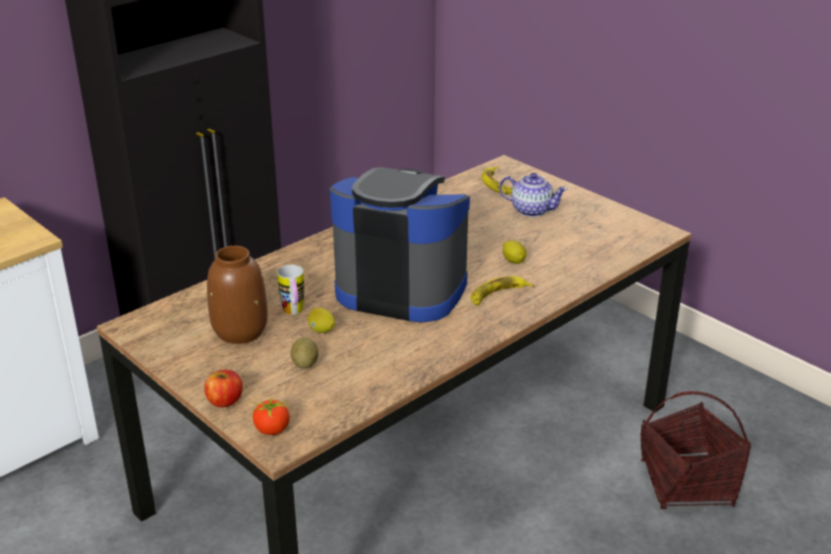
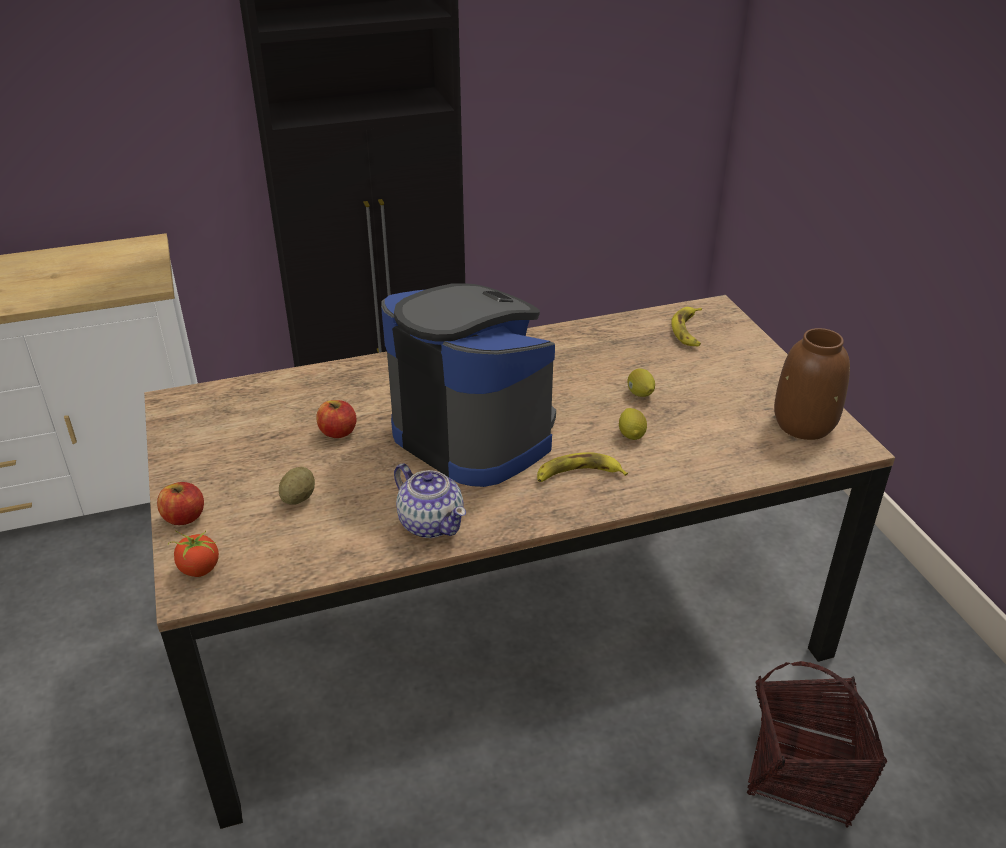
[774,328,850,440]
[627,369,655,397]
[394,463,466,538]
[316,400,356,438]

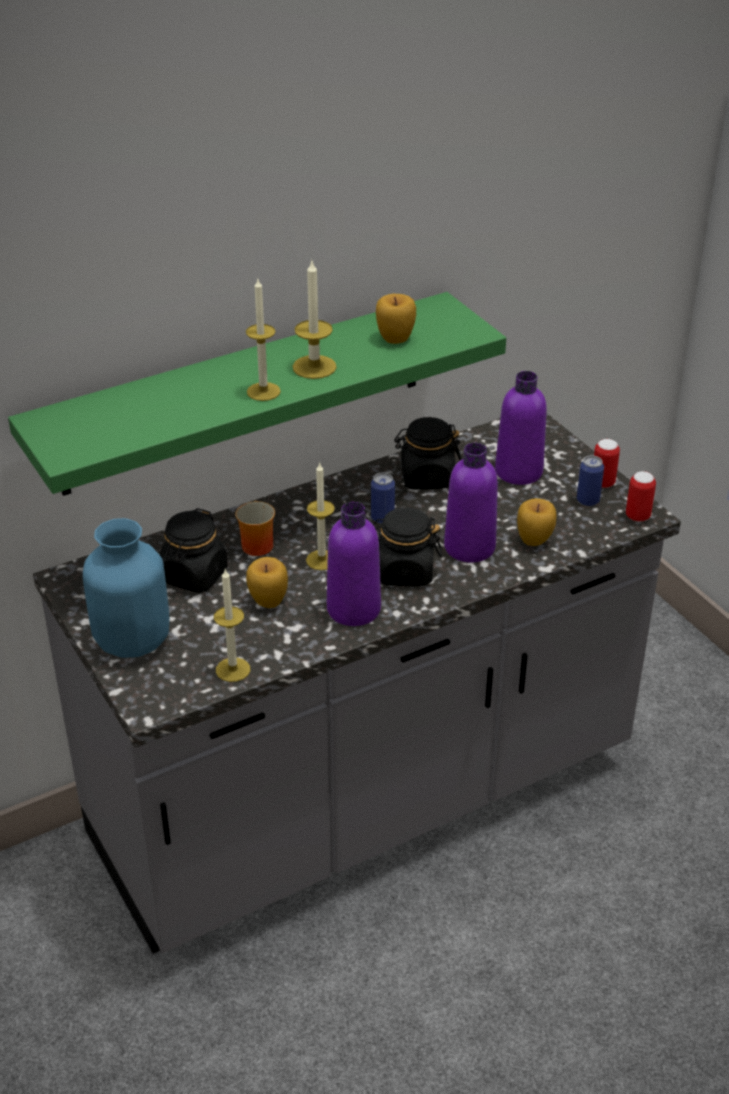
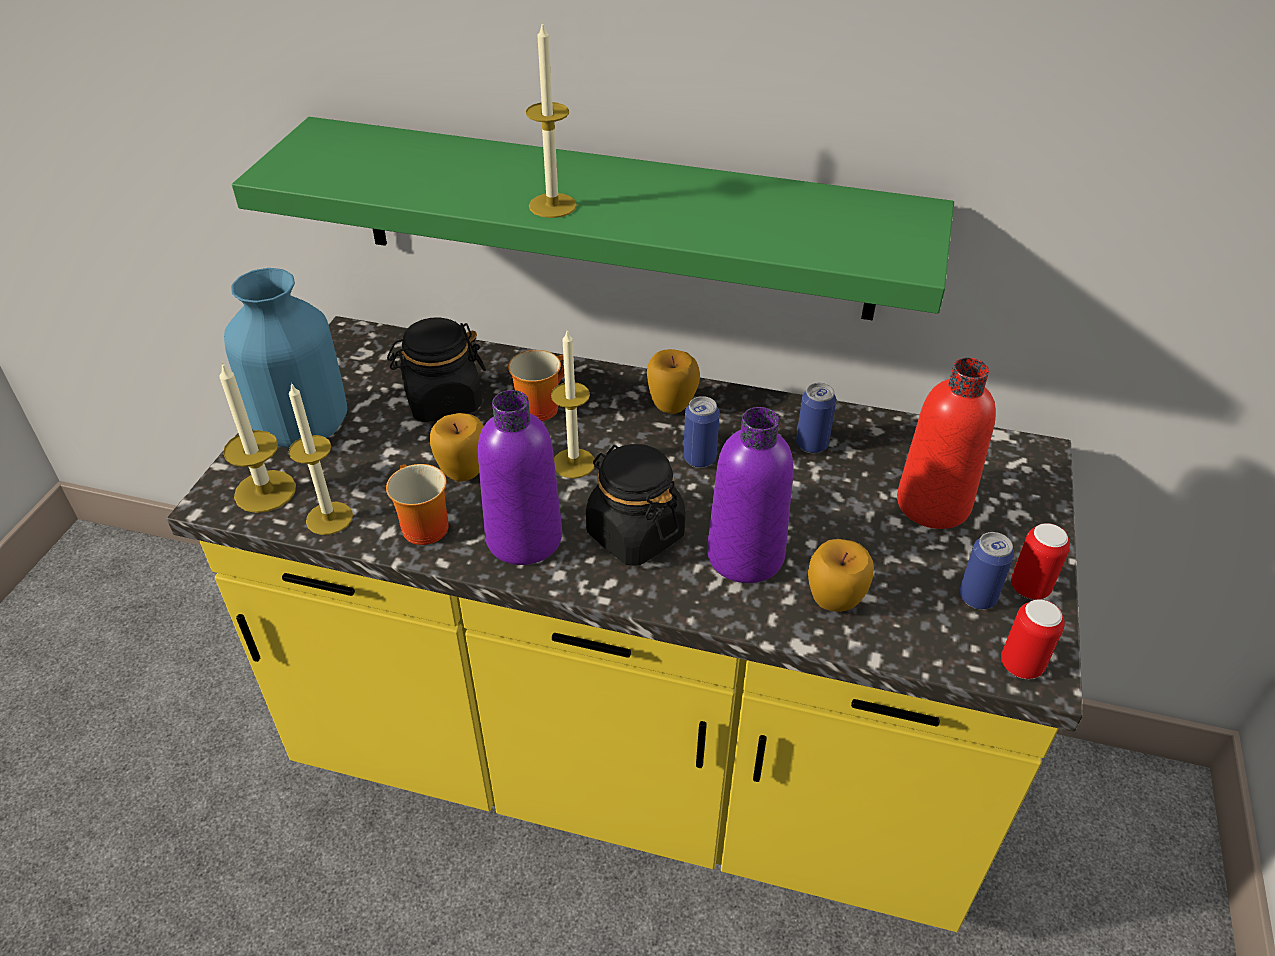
[386,464,449,545]
[219,362,296,513]
[647,349,700,414]
[796,383,836,454]
[167,316,1083,932]
[897,358,996,529]

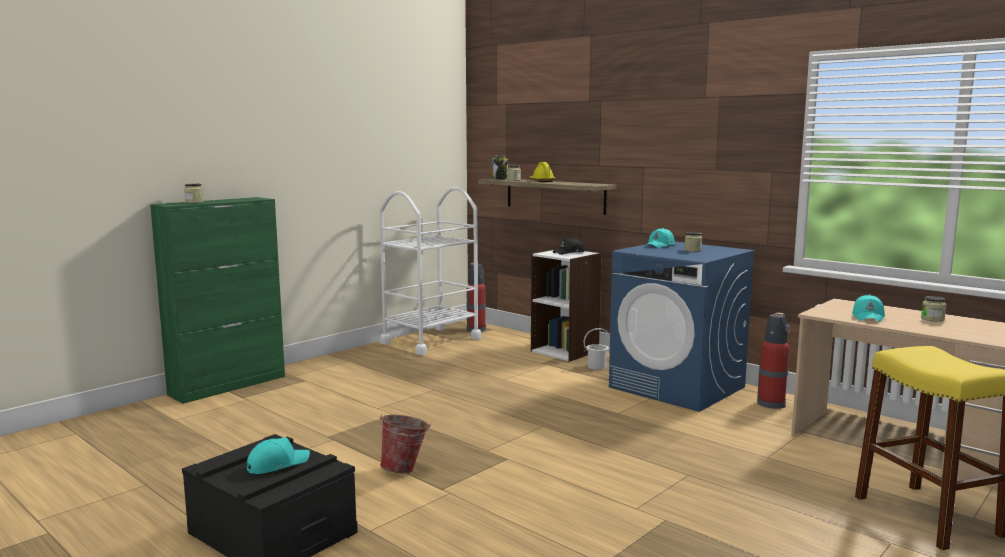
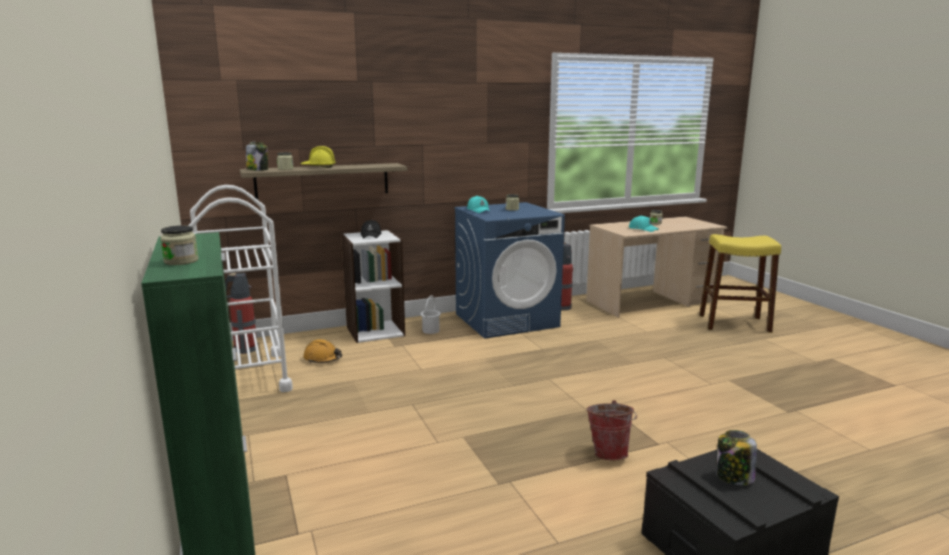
[303,339,342,363]
[716,430,757,485]

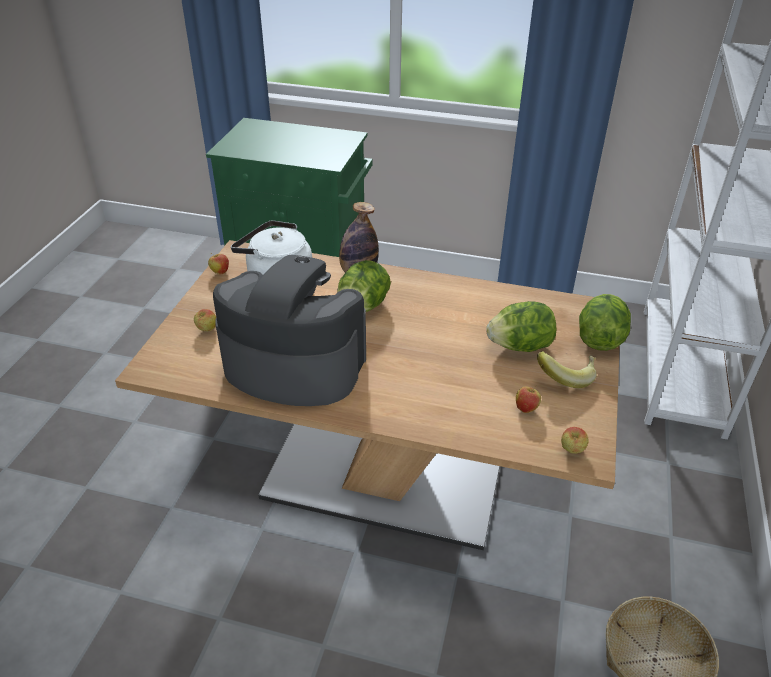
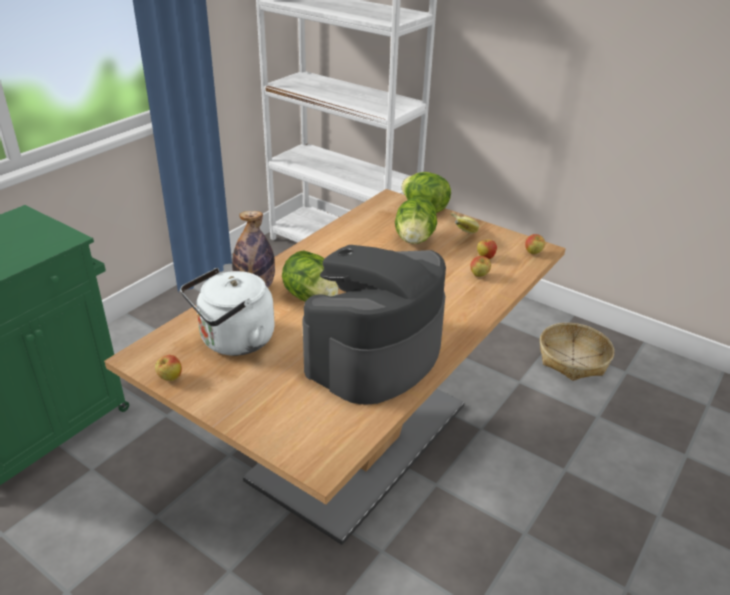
[470,256,491,277]

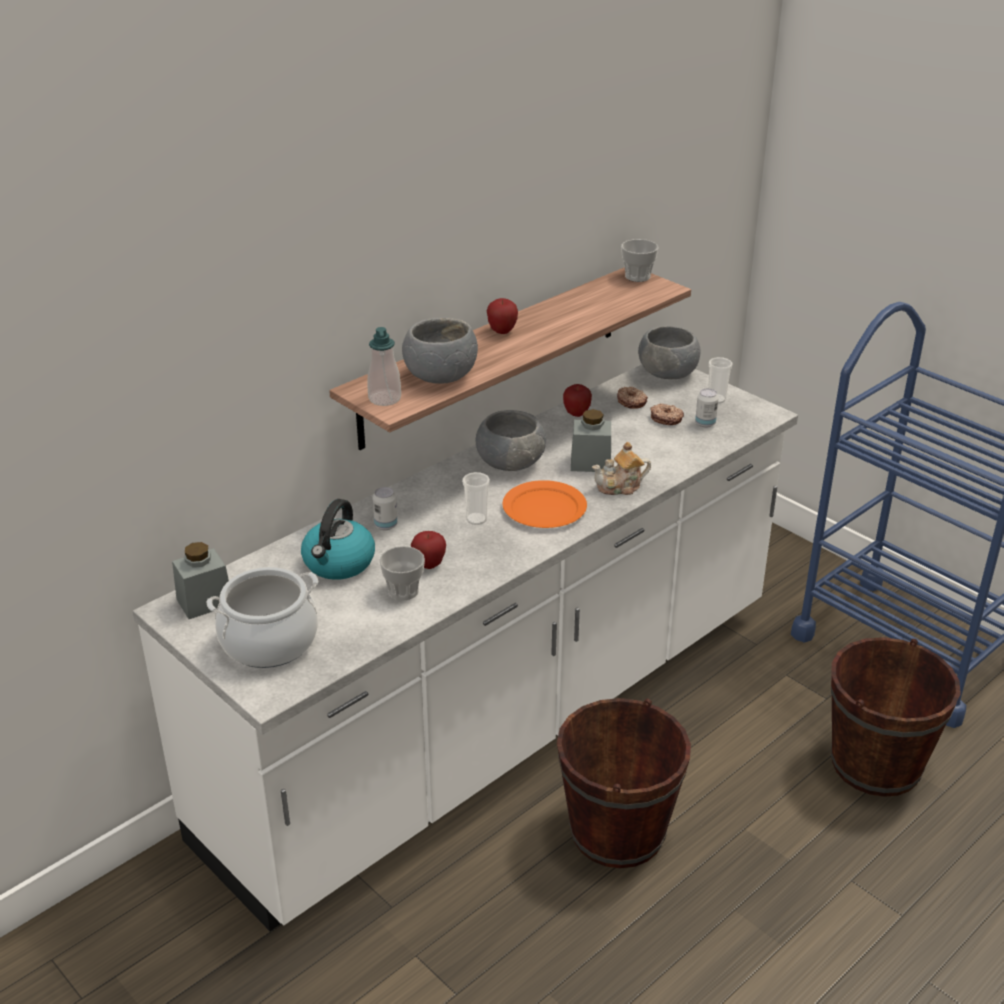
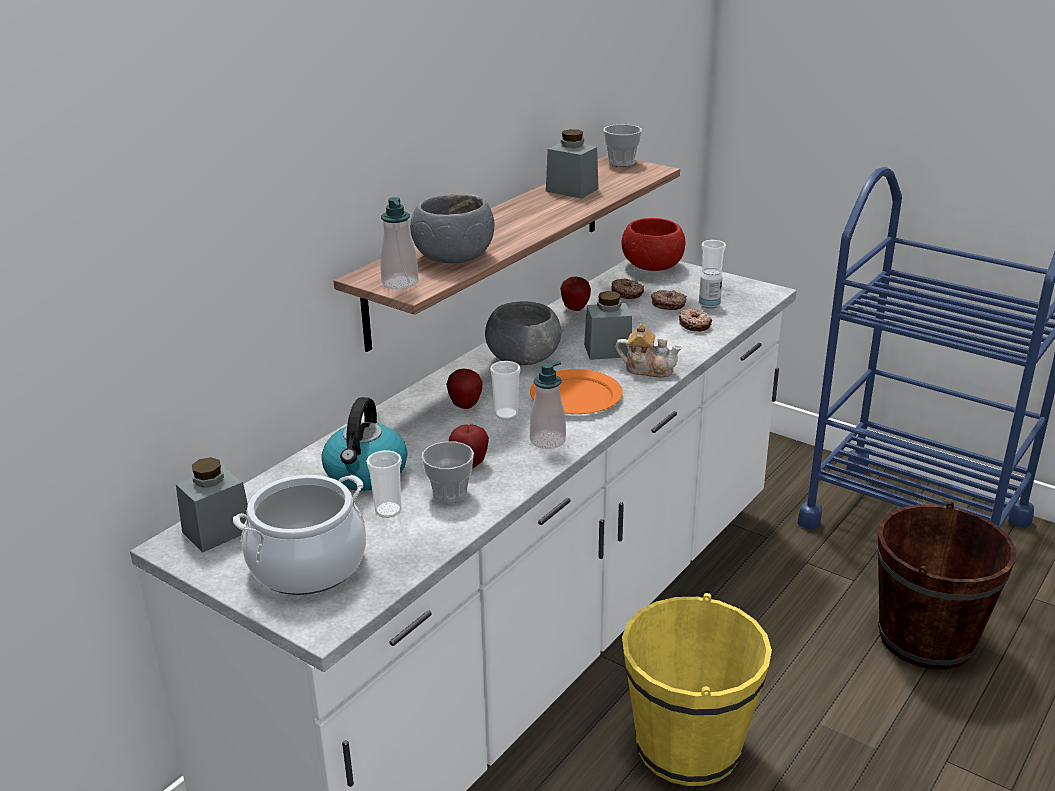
[372,487,397,530] (first image)
[366,450,402,518]
[530,361,566,449]
[546,129,599,199]
[679,308,712,331]
[446,369,483,409]
[622,593,772,786]
[621,218,685,271]
[615,323,682,378]

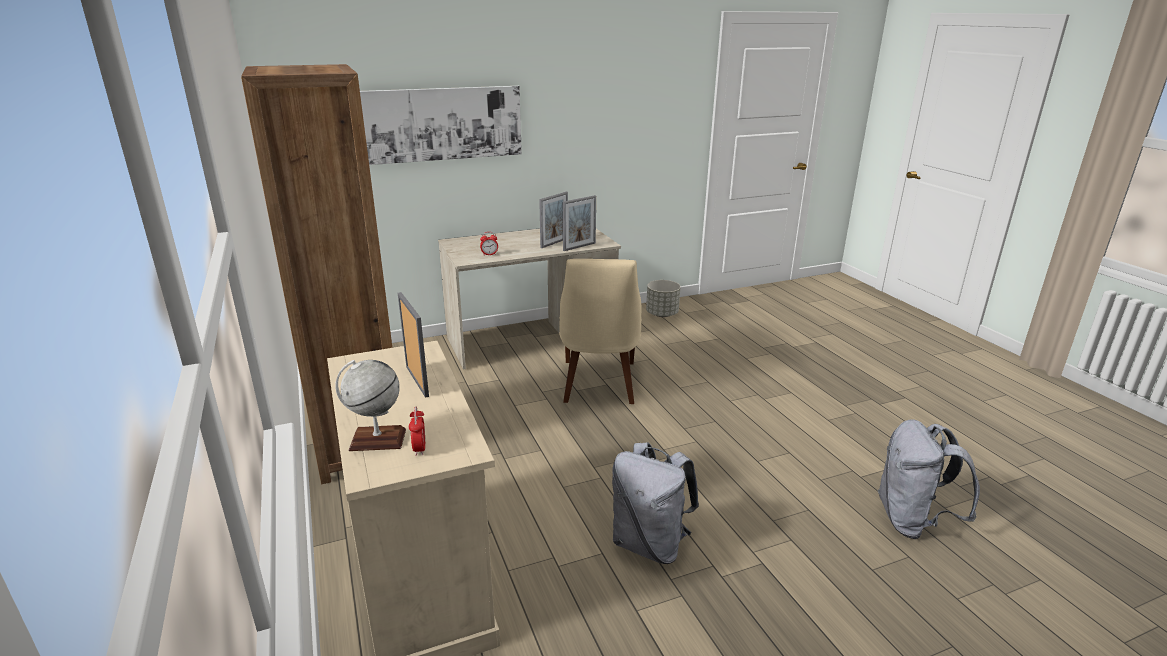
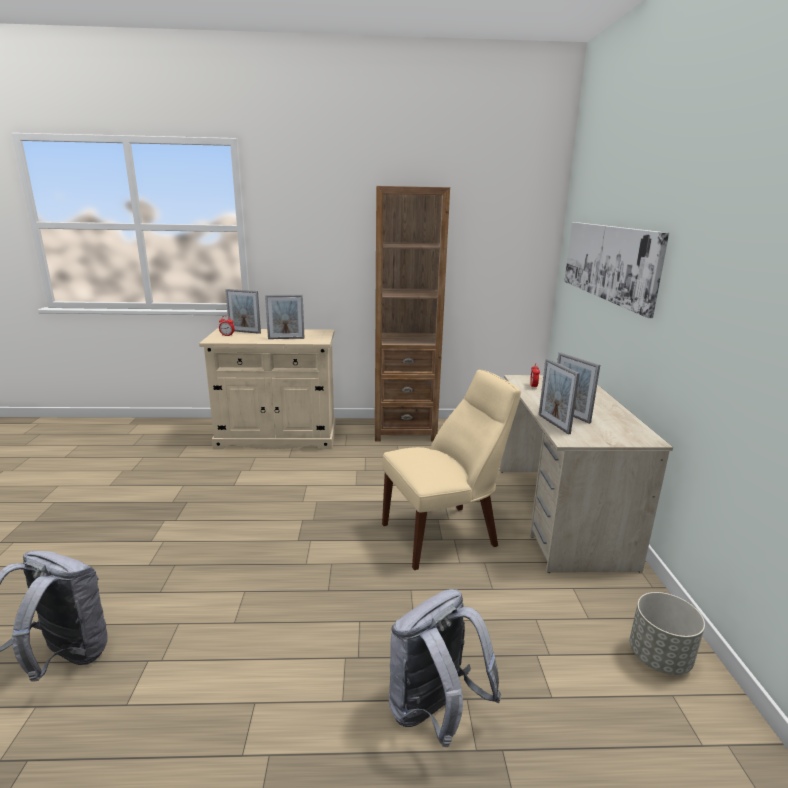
[389,589,502,747]
[225,289,261,334]
[382,369,521,570]

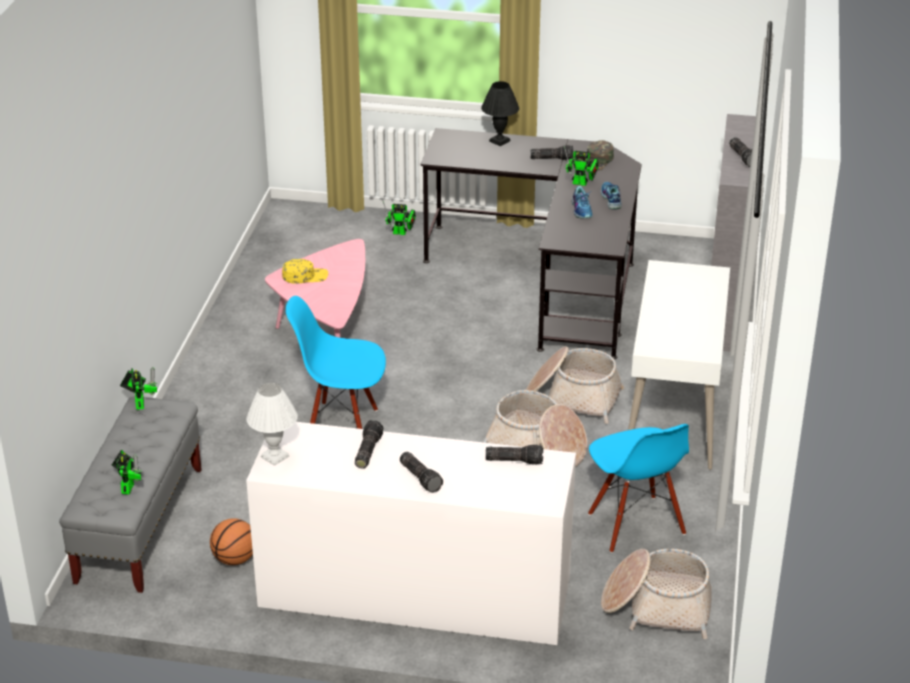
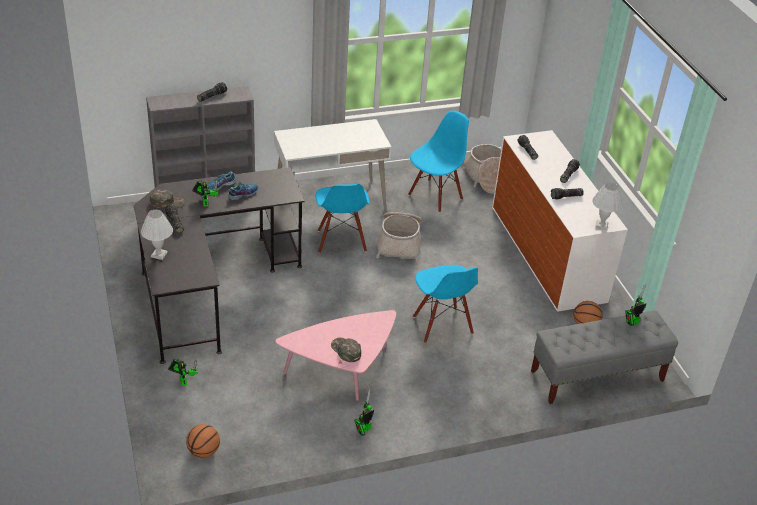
[186,424,220,458]
[354,389,374,436]
[316,184,369,253]
[331,338,361,362]
[141,210,173,260]

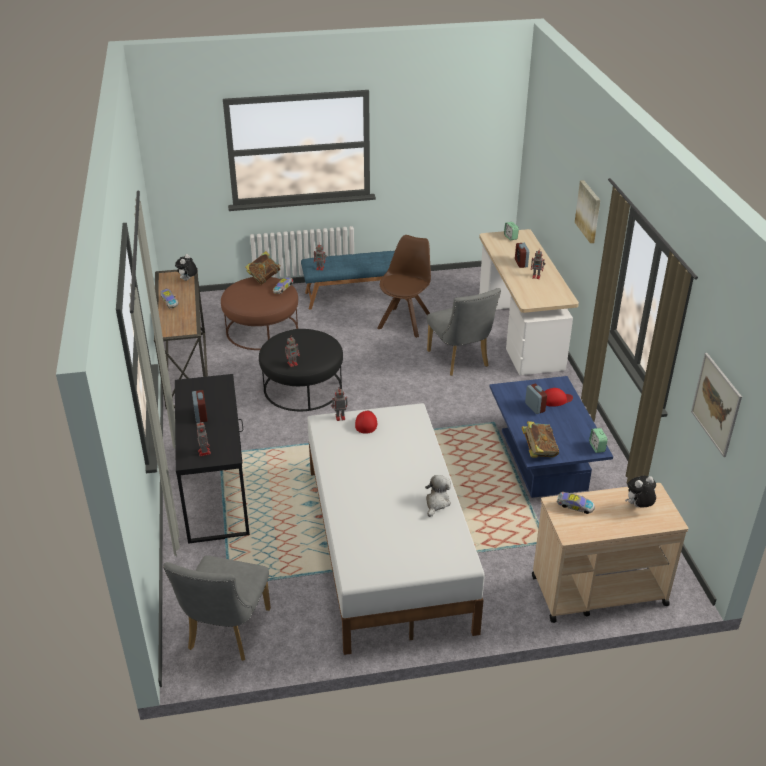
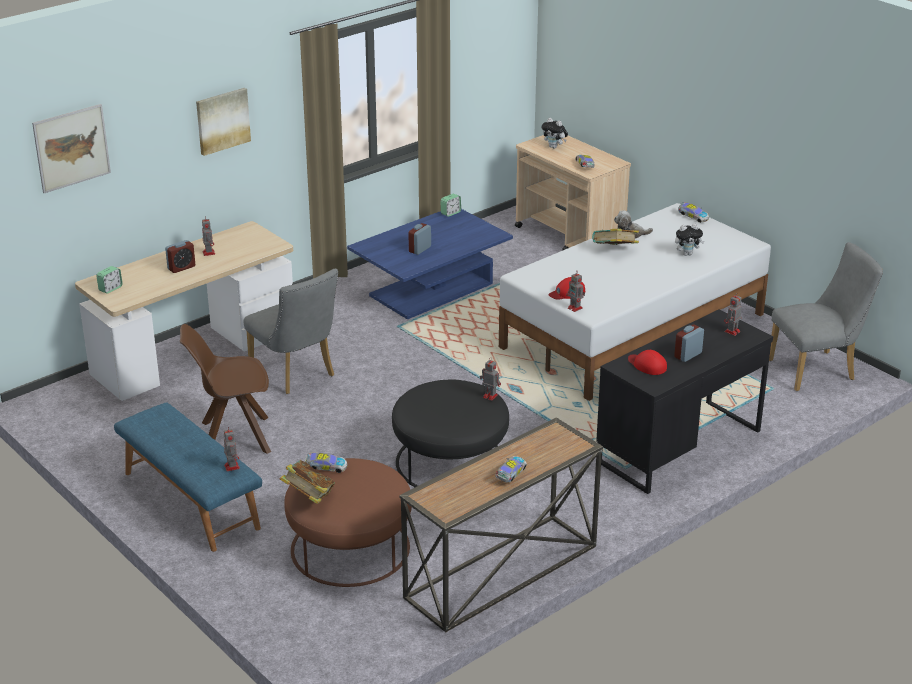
[678,202,709,223]
[675,224,704,256]
[592,229,639,245]
[628,350,667,375]
[32,104,111,193]
[244,269,338,394]

